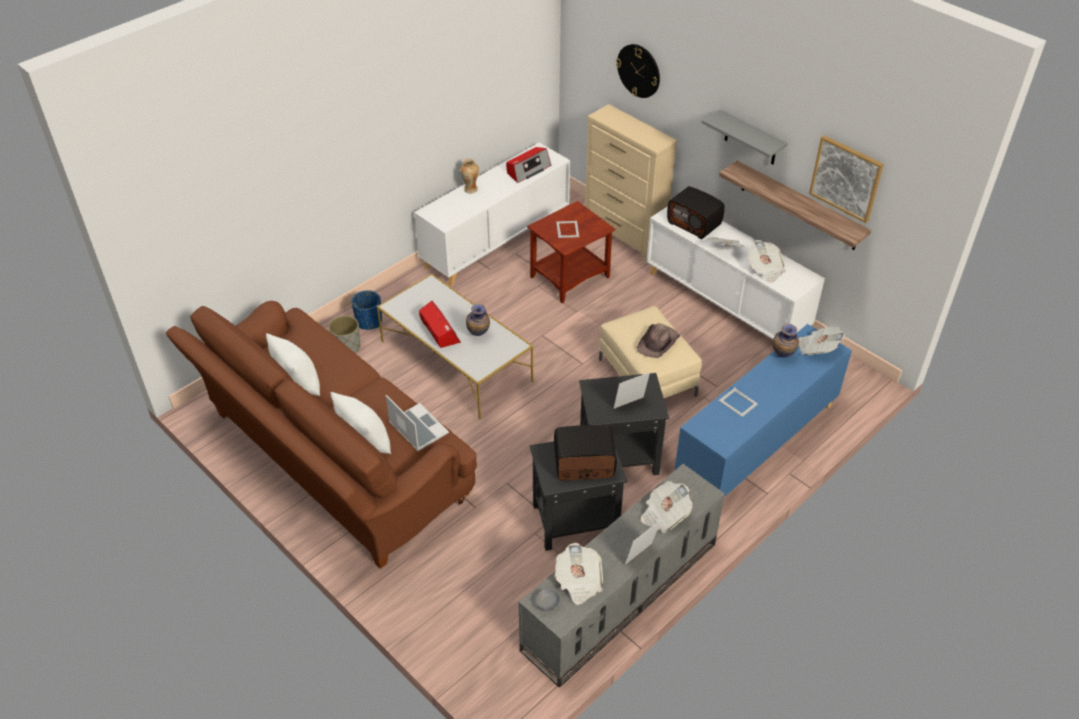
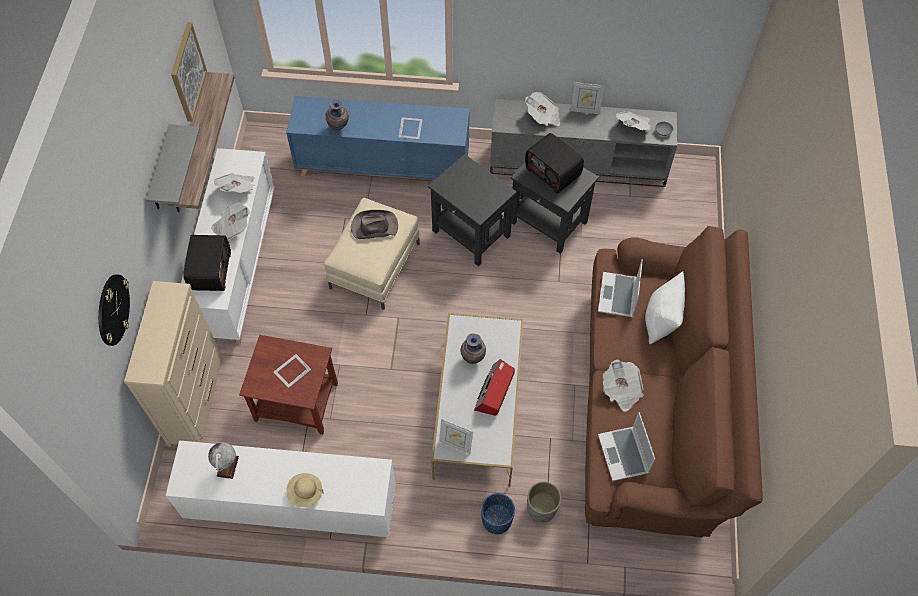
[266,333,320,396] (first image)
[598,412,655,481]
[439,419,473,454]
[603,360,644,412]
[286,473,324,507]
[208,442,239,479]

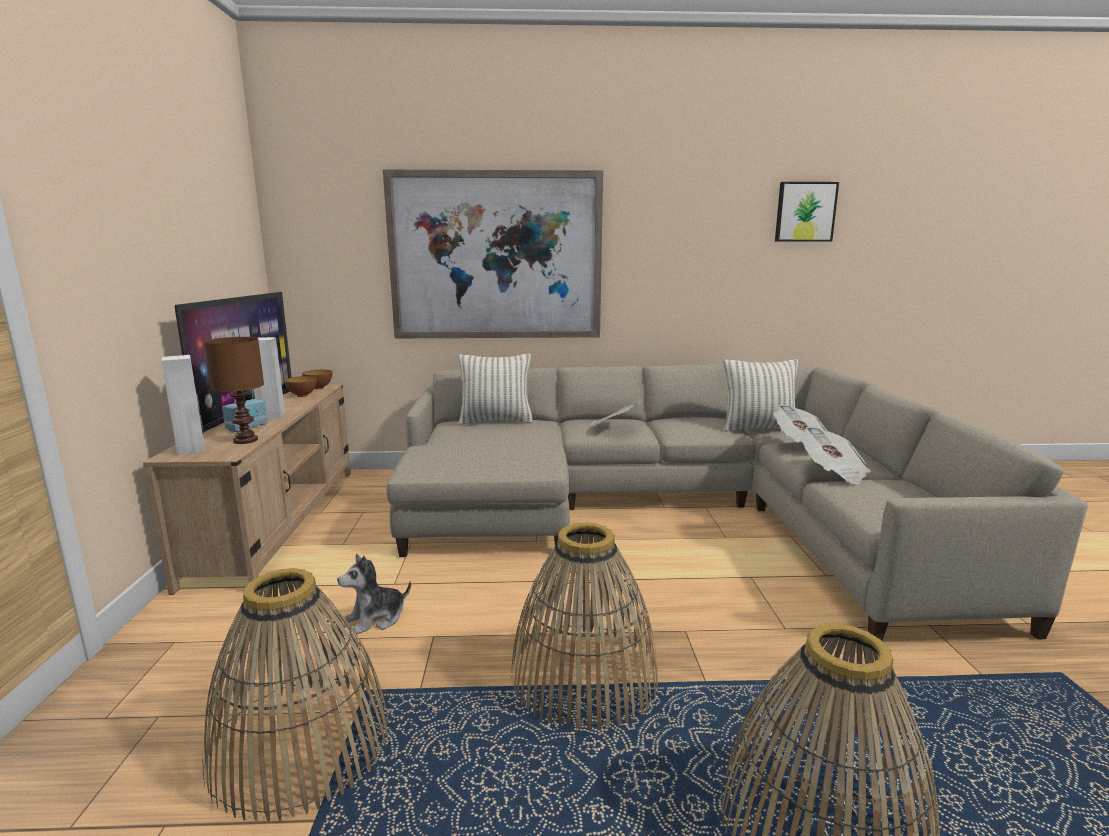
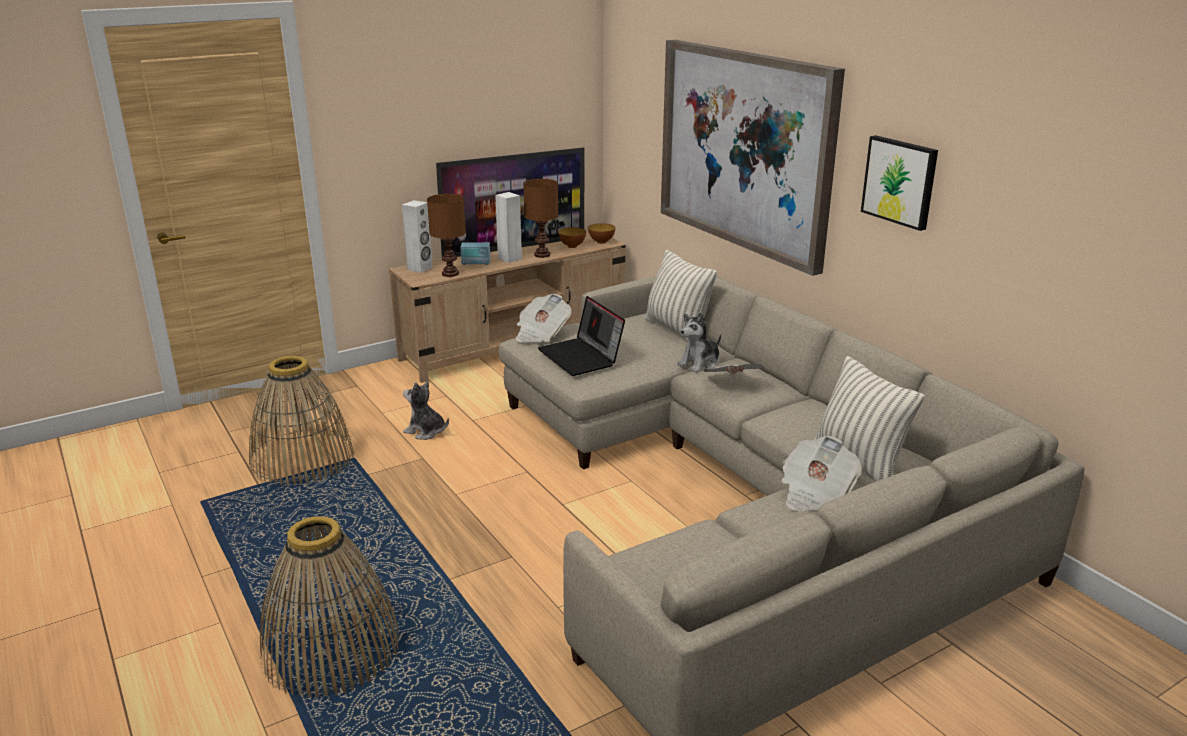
[511,522,658,731] (first image)
[523,179,558,258]
[538,296,625,376]
[677,312,721,373]
[861,135,938,231]
[516,294,571,343]

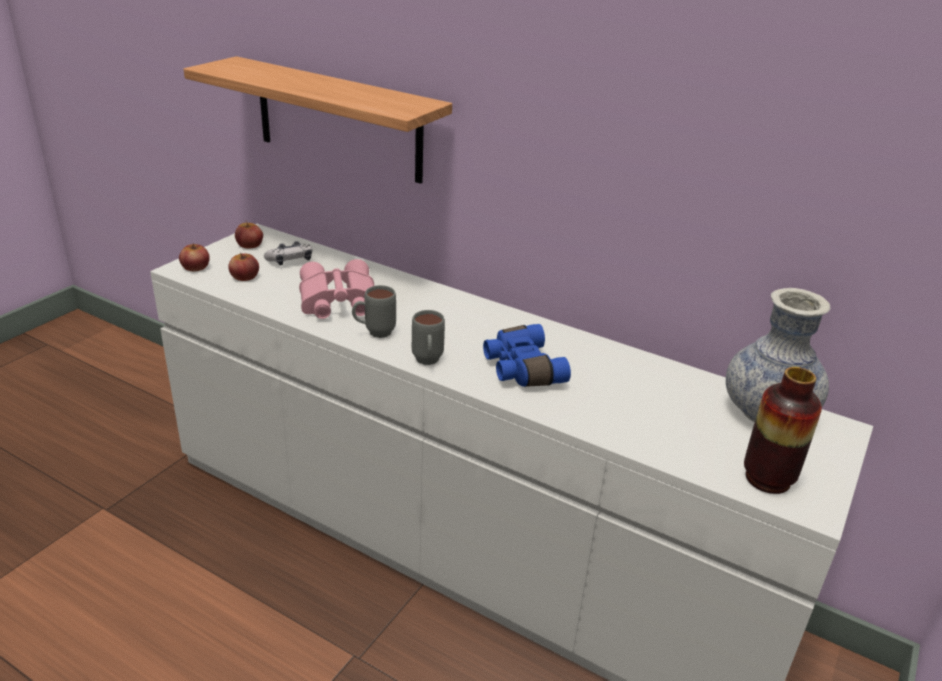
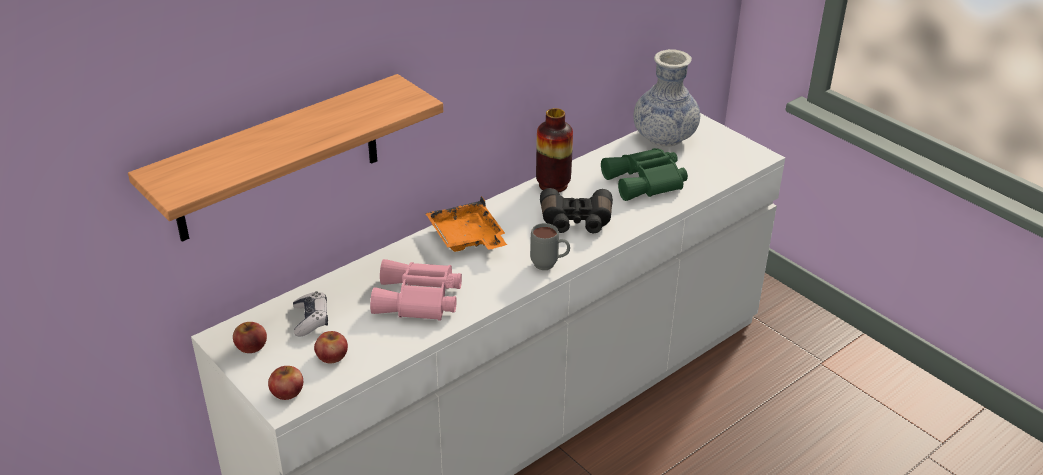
[352,285,396,338] (first image)
[425,196,507,252]
[601,148,688,201]
[536,108,573,192]
[540,188,613,233]

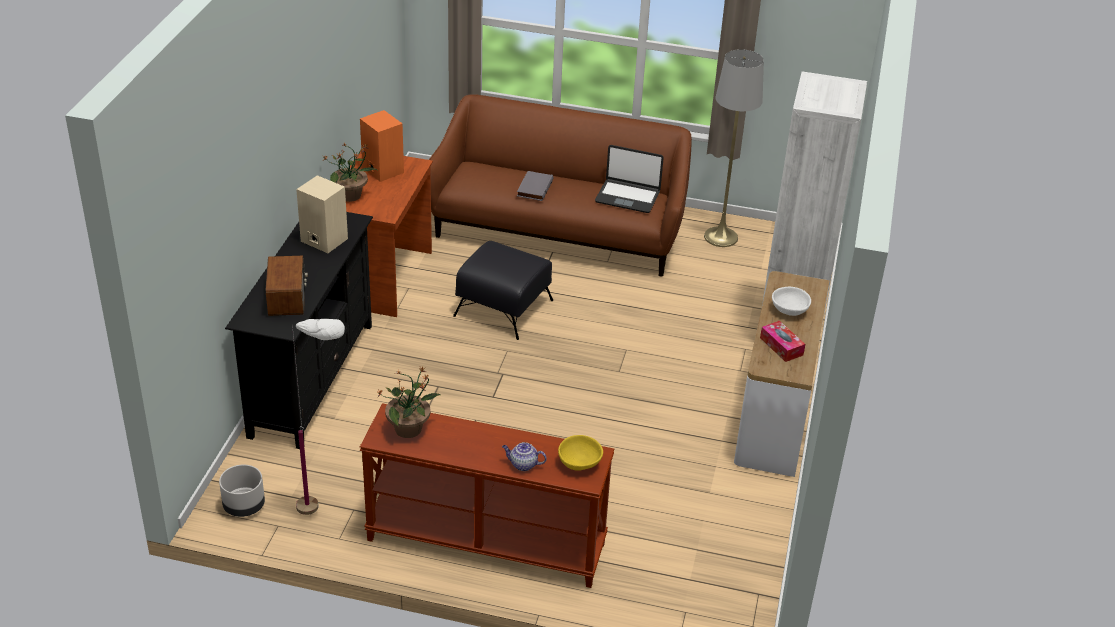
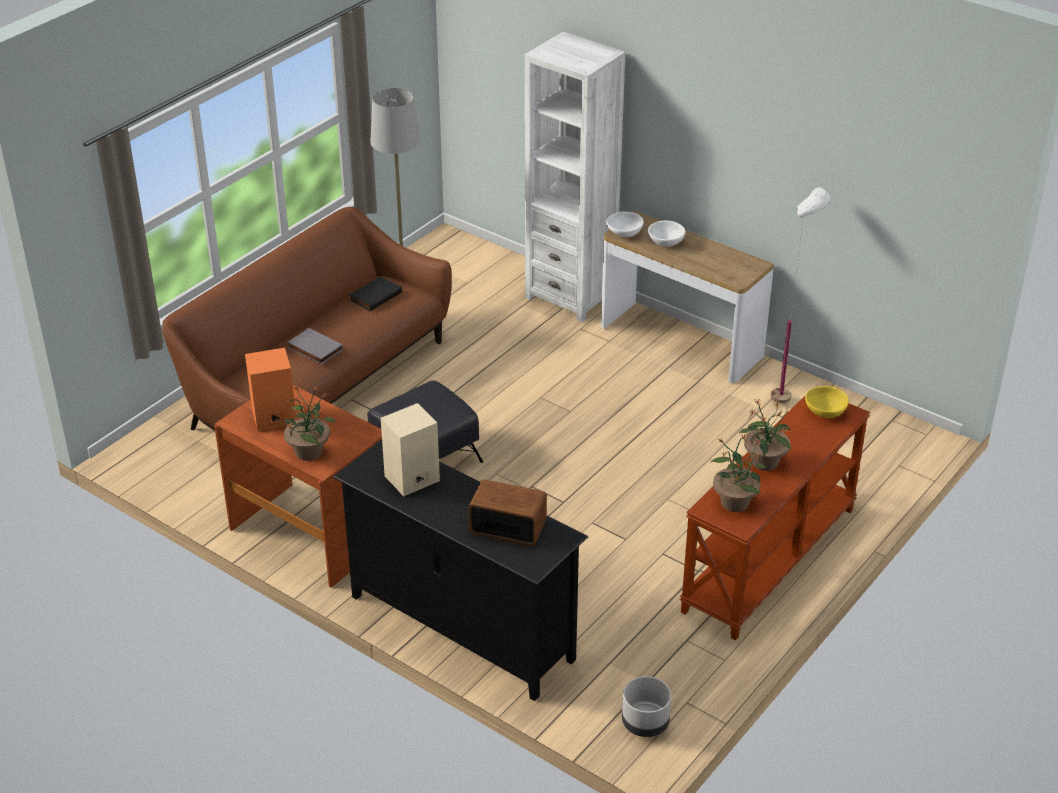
[502,442,547,471] (first image)
[760,321,805,362] (first image)
[606,212,644,237]
[739,399,792,471]
[771,187,831,403]
[349,276,402,311]

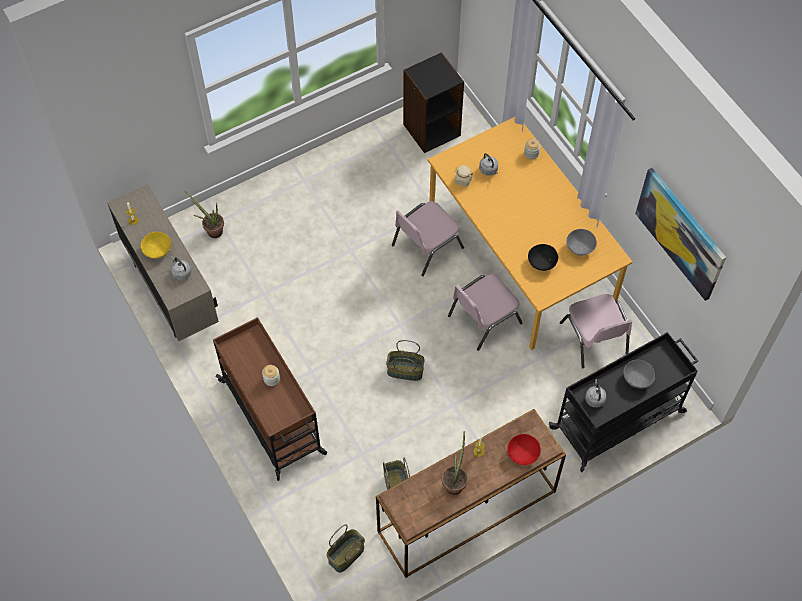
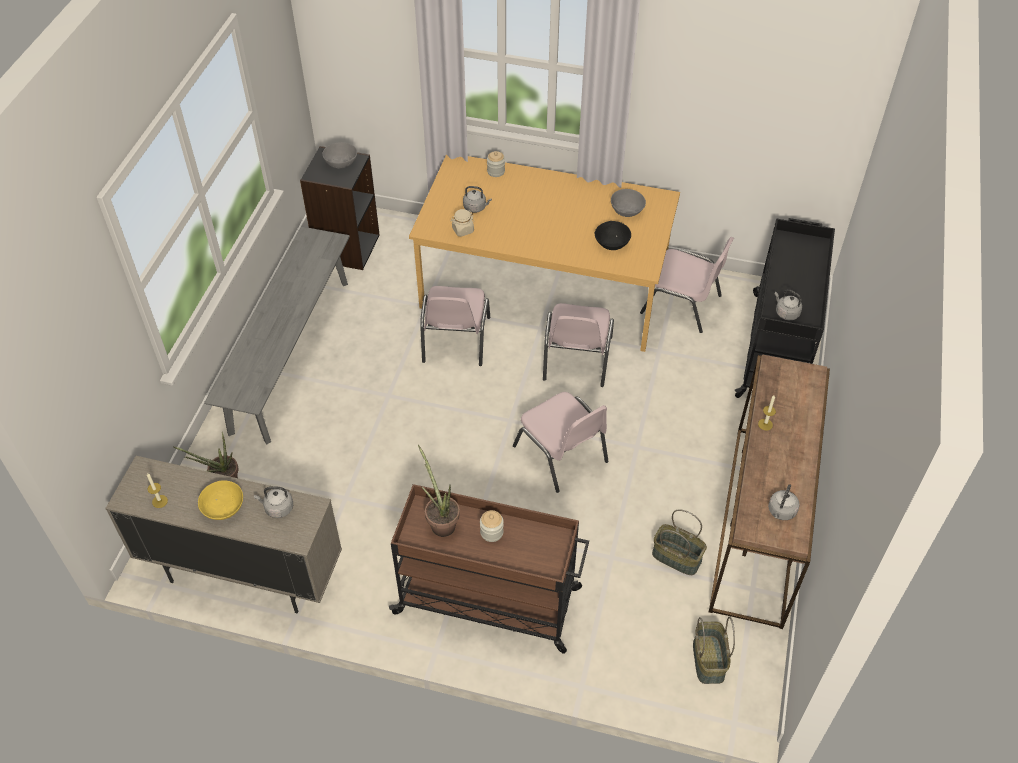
[507,434,541,465] (first image)
[635,168,726,301] (first image)
[204,226,350,444]
[768,484,800,520]
[418,445,460,537]
[322,142,357,168]
[513,392,609,493]

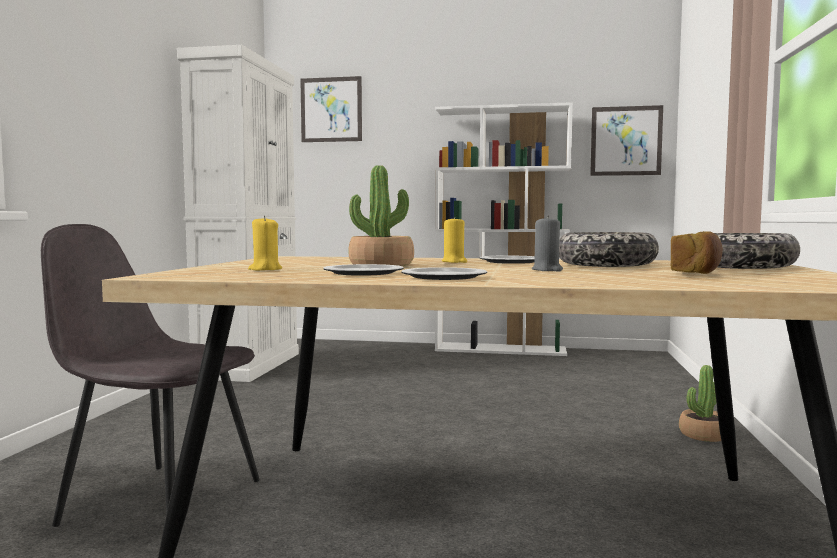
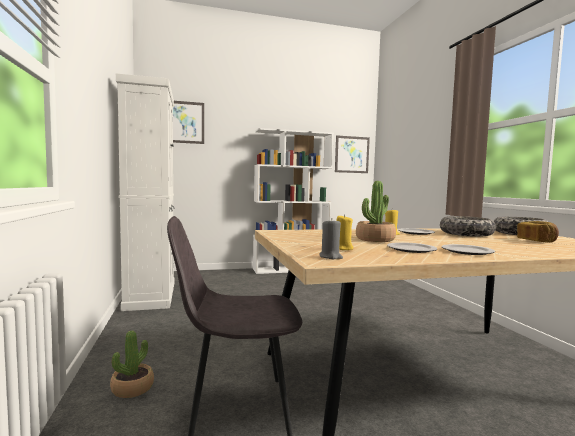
[319,219,343,259]
[110,331,154,398]

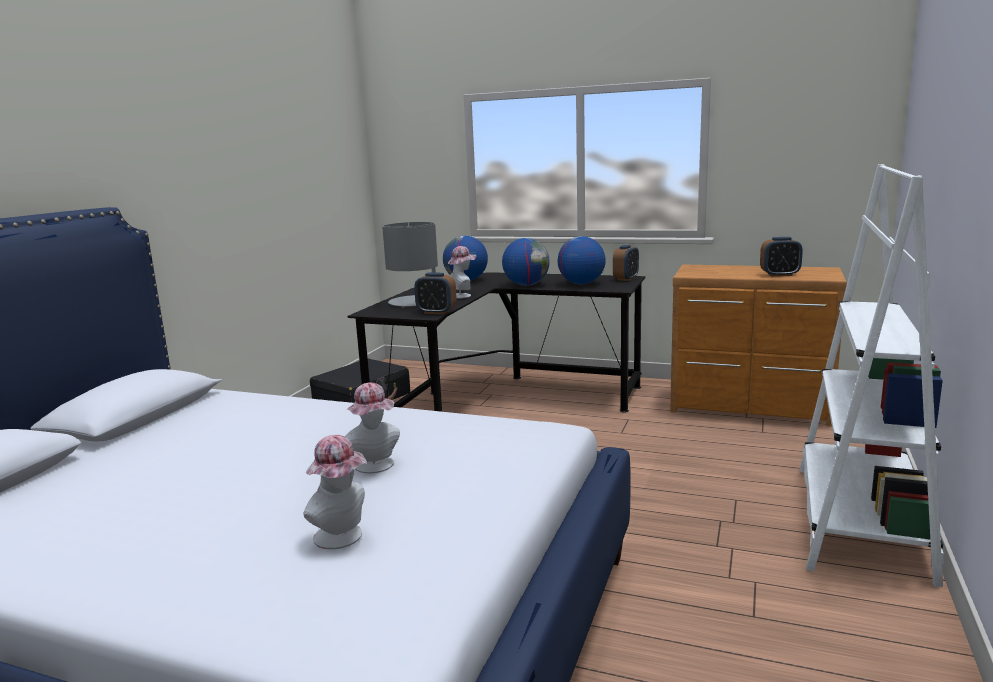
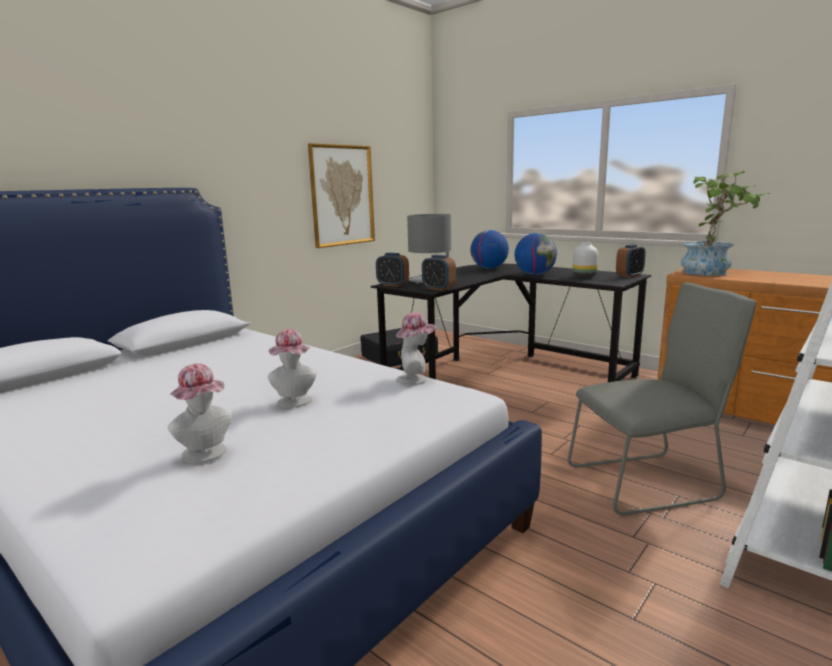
[308,143,375,248]
[568,283,756,516]
[681,171,770,276]
[396,312,436,385]
[376,253,409,287]
[572,242,598,278]

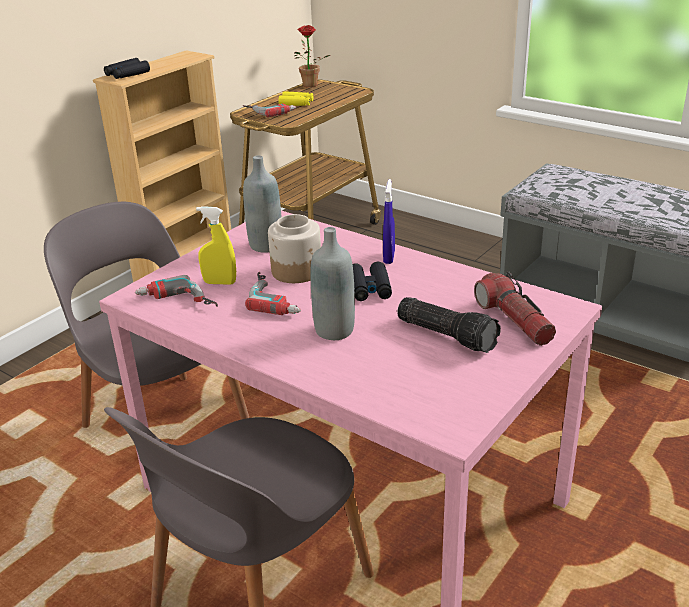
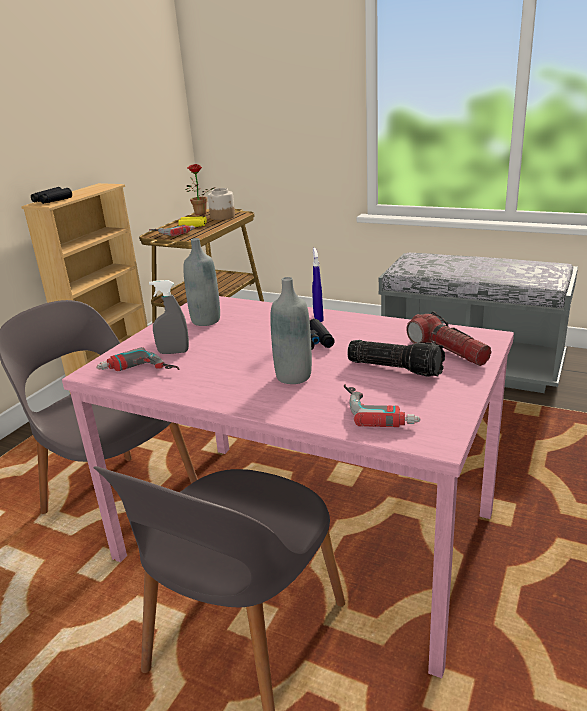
[344,384,421,427]
[208,188,235,220]
[149,280,189,354]

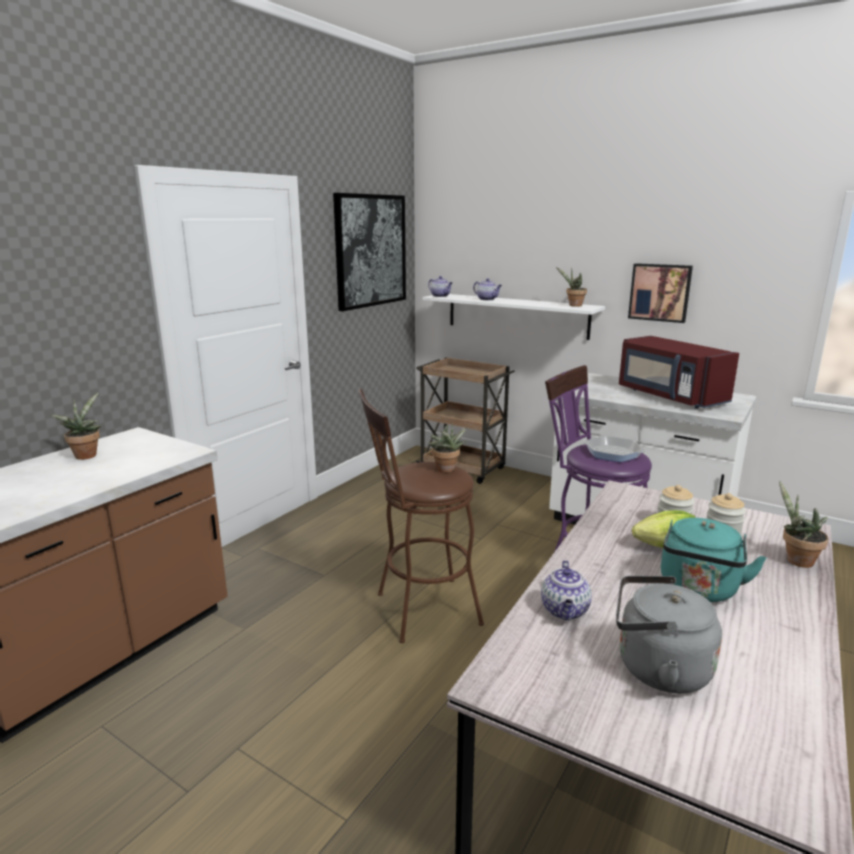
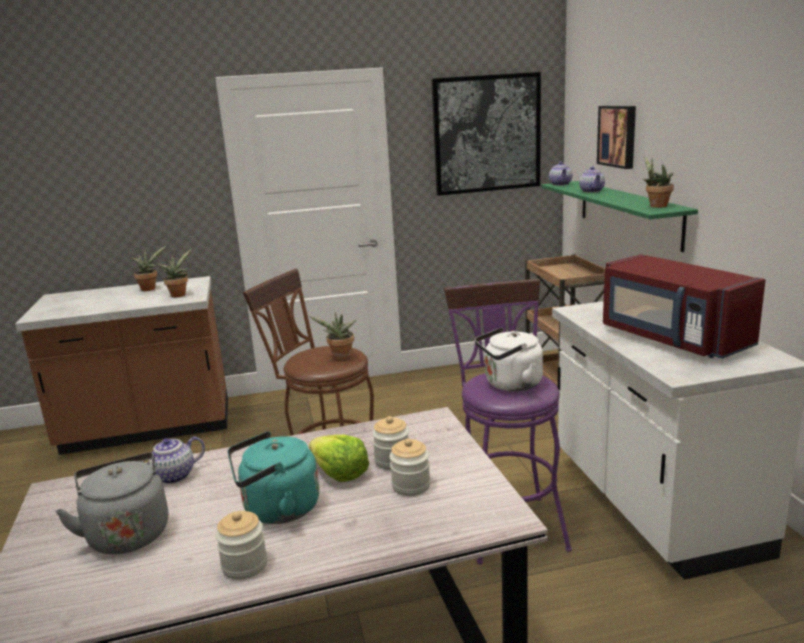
[215,511,267,580]
[597,106,636,169]
[156,249,191,297]
[475,327,543,391]
[541,181,698,252]
[603,254,765,359]

